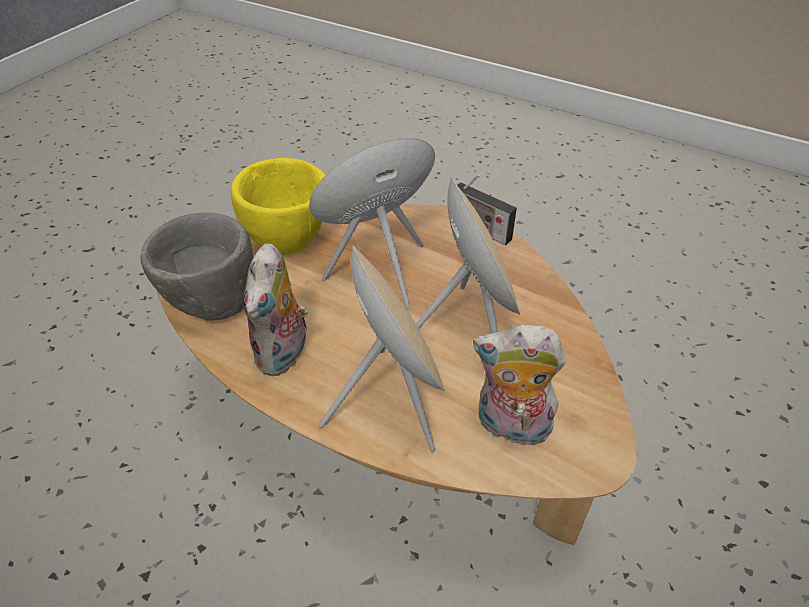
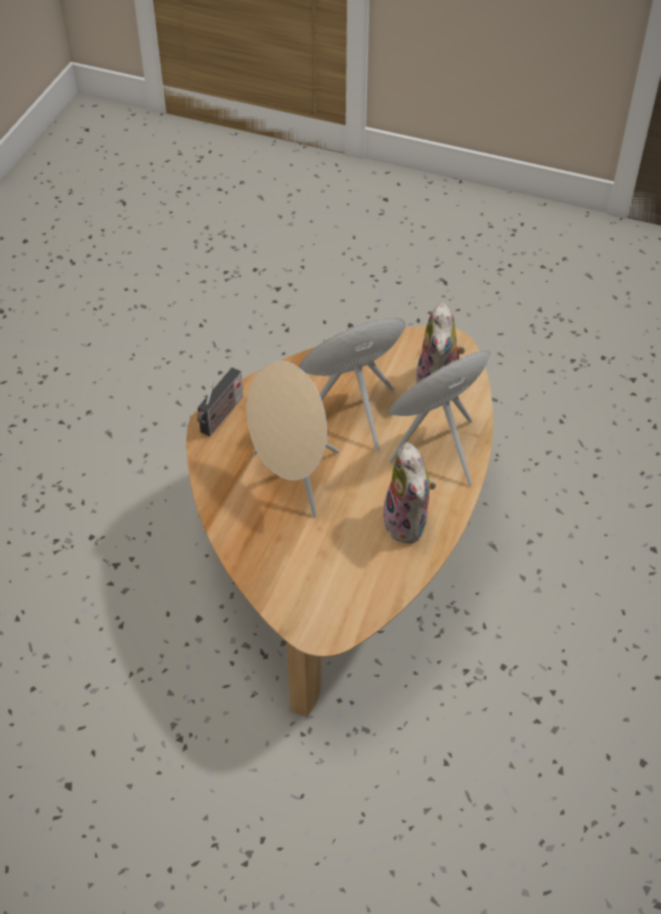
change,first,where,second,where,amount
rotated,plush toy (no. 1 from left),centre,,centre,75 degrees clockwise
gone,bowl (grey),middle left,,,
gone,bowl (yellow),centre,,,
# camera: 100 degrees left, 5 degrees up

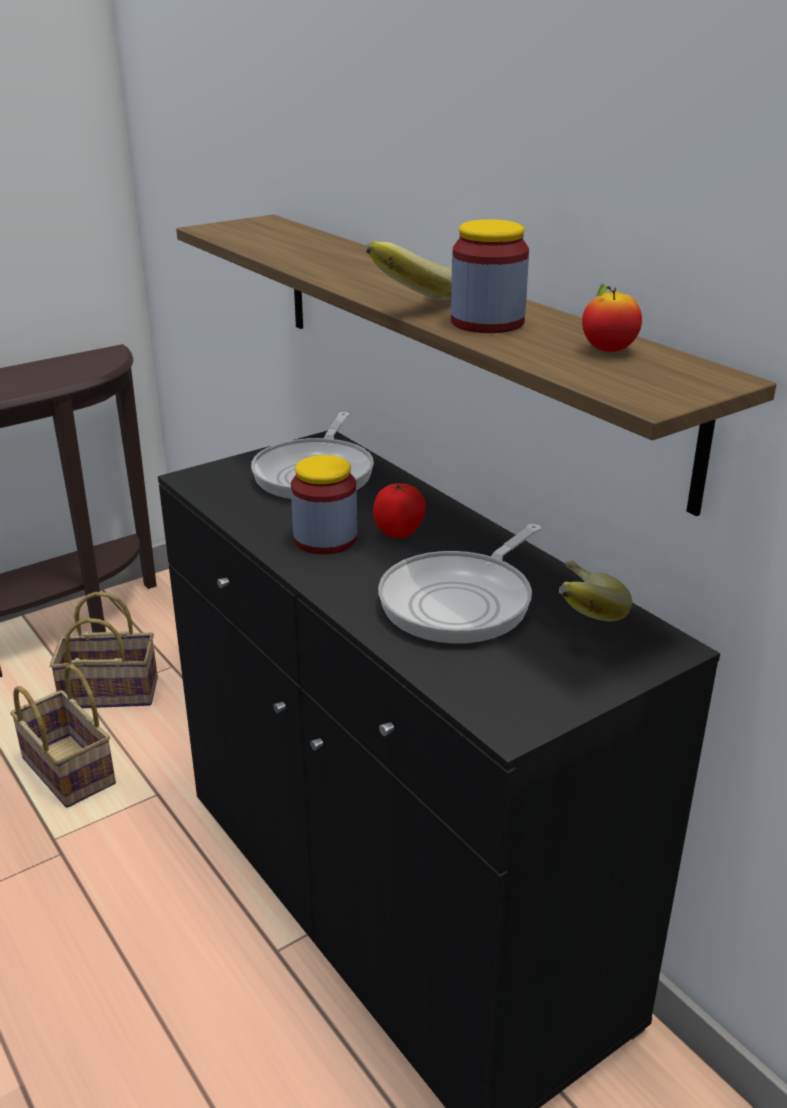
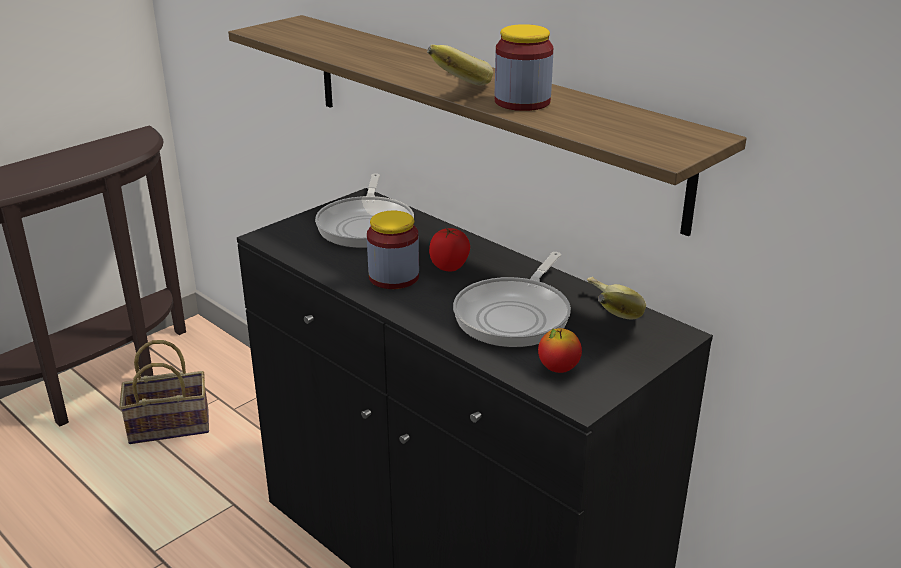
change,first,where,second,where,amount
shifted,apple,top right,,centre,
gone,basket (no. 1 from left),middle left,,,
# camera: 10 degrees left, 0 degrees up

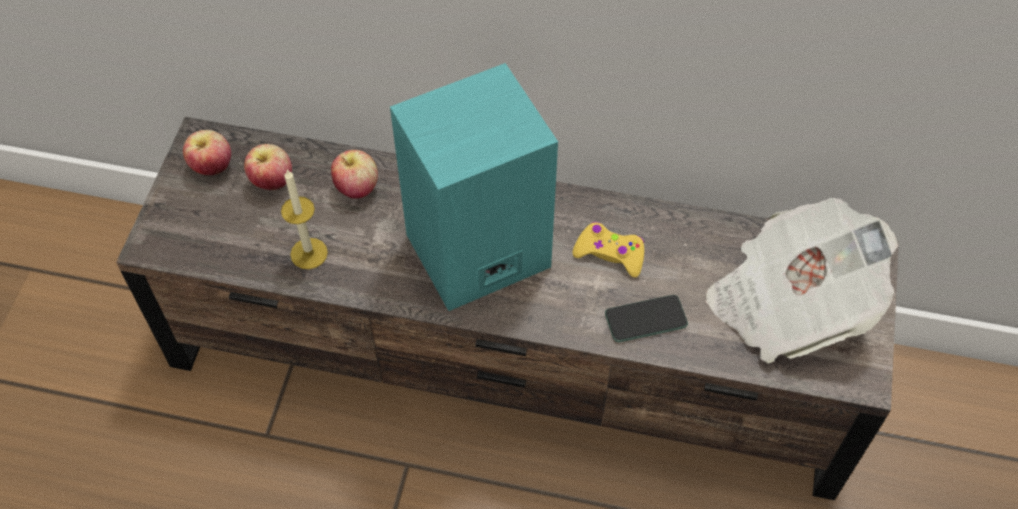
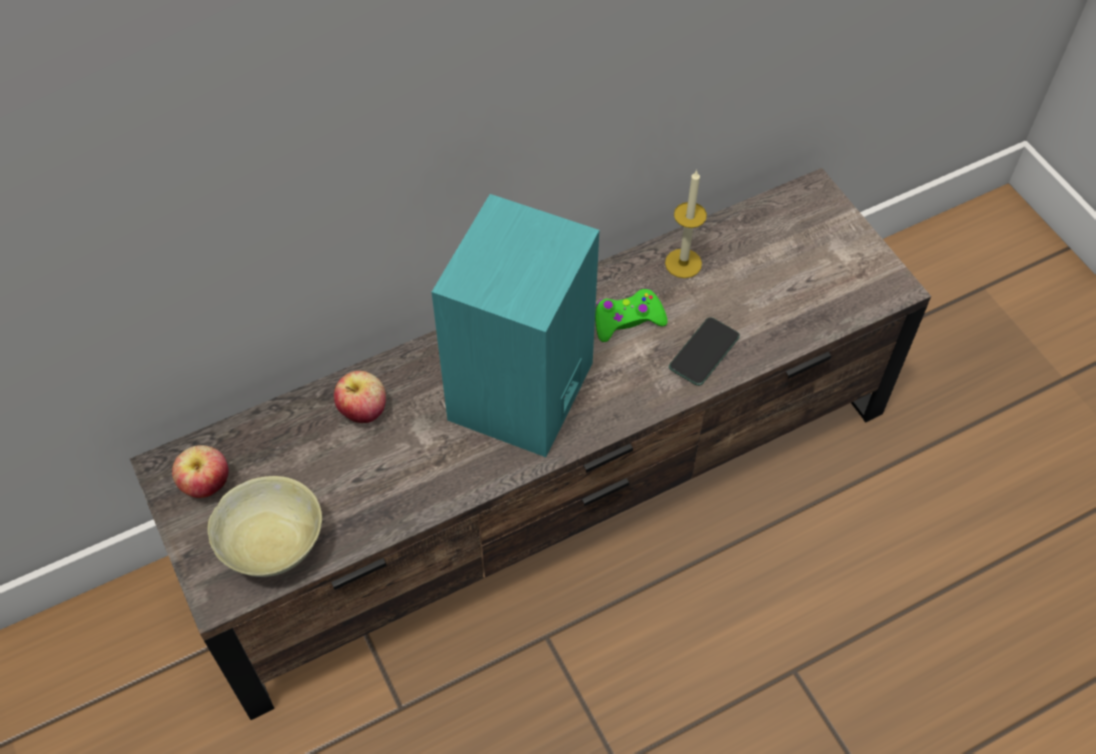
change,first,where,second,where,amount
new,,,bowl (beige),bottom left,
repainted,game controller (yellow),centre,game controller (green),centre,
shifted,candle,middle left,,top centre,
gone,apple (no. 2 from left),top left,,,
gone,newspaper,middle right,,,
# camera: 40 degrees left, 0 degrees up

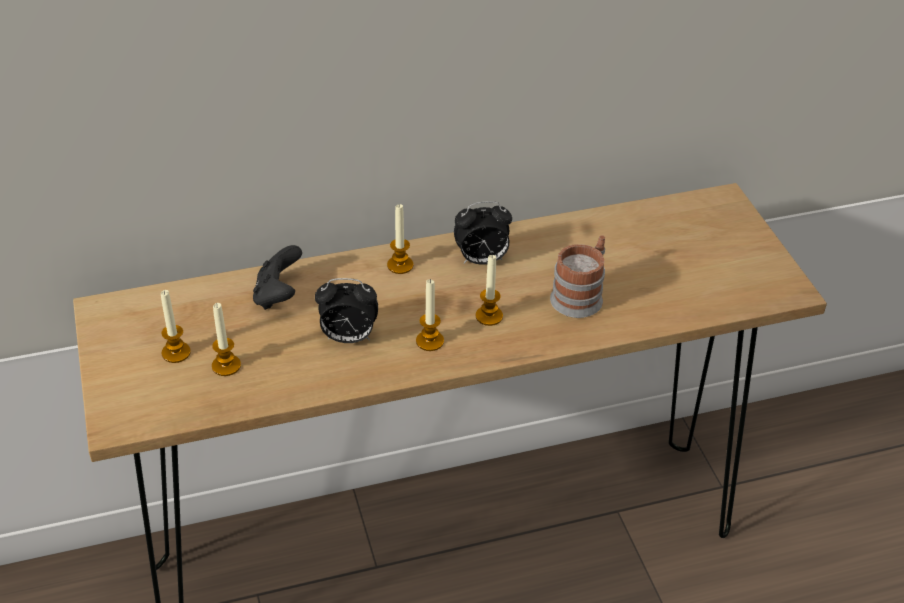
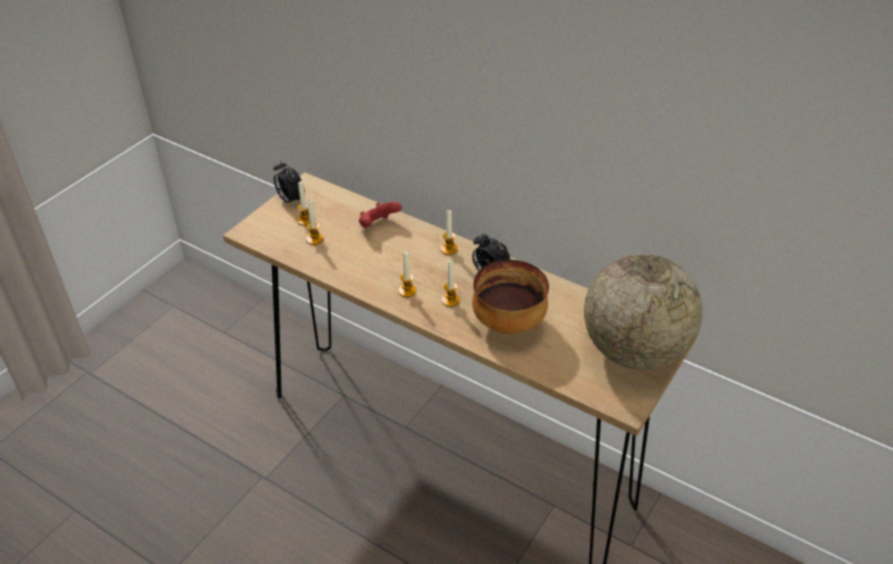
change,first,where,second,where,amount
shifted,alarm clock (no. 1 from left),centre,,top left,
repainted,game controller (black),middle left,game controller (red),centre,
swapped,mug,centre,bowl,centre,
new,,,globe,middle right,
# camera: 50 degrees right, 0 degrees up

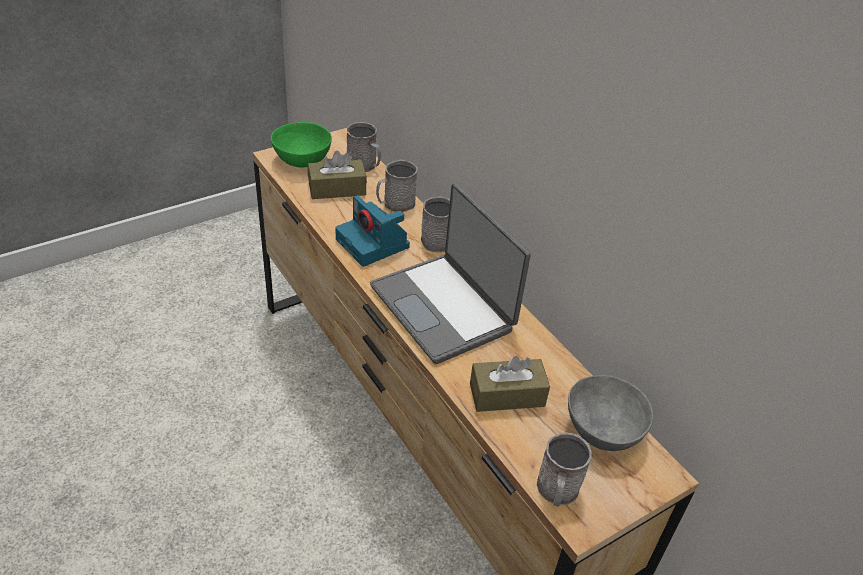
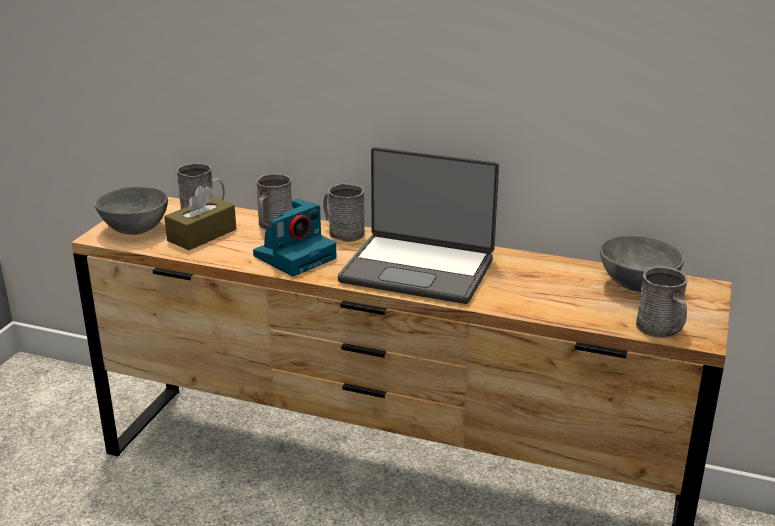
change,first,where,second,where,amount
repainted,bowl (green),top centre,bowl (grey) (no. 1 from left),middle left,
rotated,photo camera,centre,,centre,60 degrees counterclockwise
gone,tissue box (brown) (no. 2 from left),bottom centre,,,
# camera: 35 degrees left, 15 degrees down

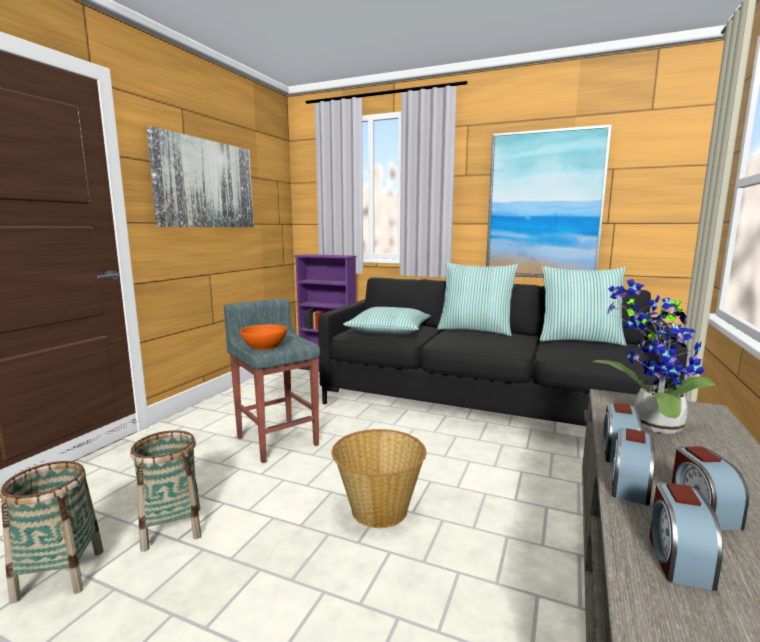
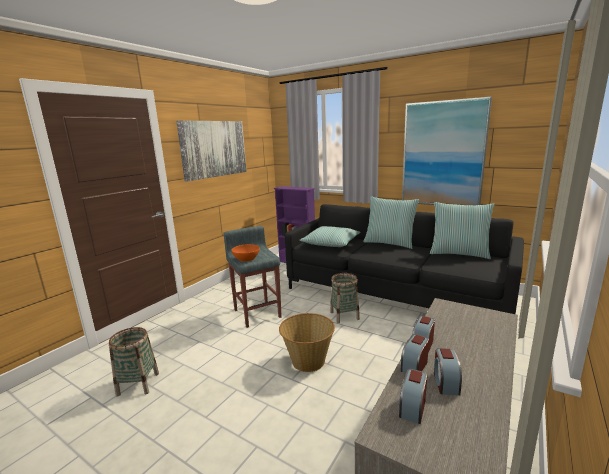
change,first,where,second,where,amount
shifted,basket (no. 2 from left in the first image),bottom left,basket (no. 3 from left),centre,
gone,potted plant,middle right,,,
# camera: 10 degrees right, 5 degrees up

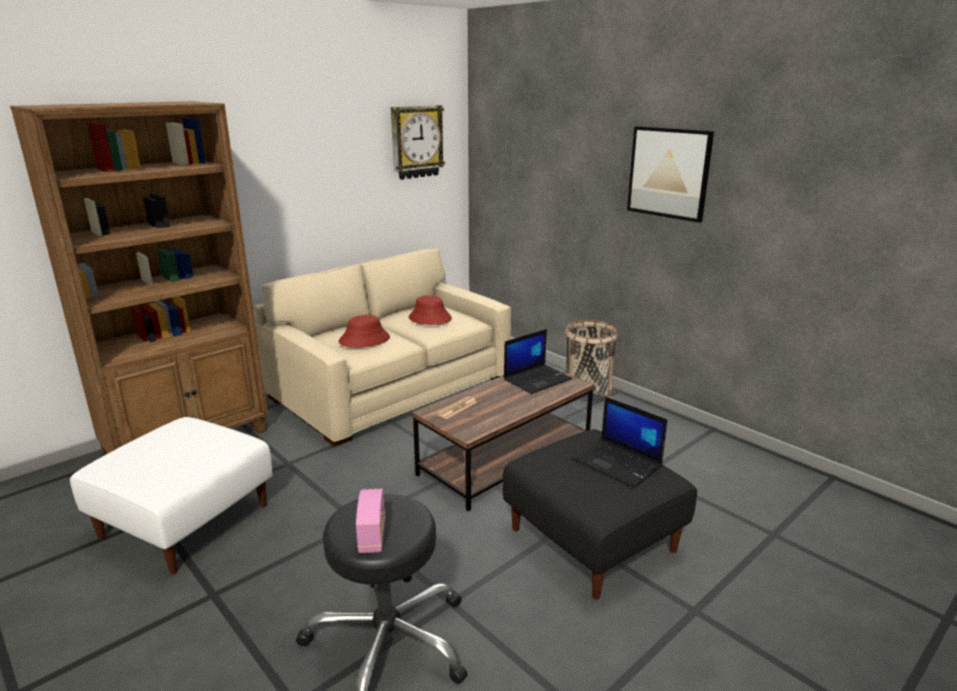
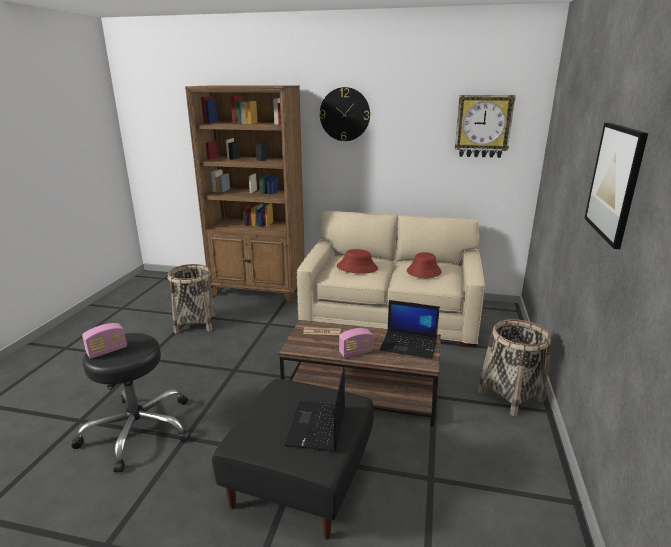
change,first,where,second,where,amount
swapped,ottoman (white),bottom left,basket (no. 1 from left),middle left,
new,,,wall clock (no. 1 from left),top centre,
new,,,radio (no. 2 from left),centre,
# camera: 55 degrees right, 0 degrees up

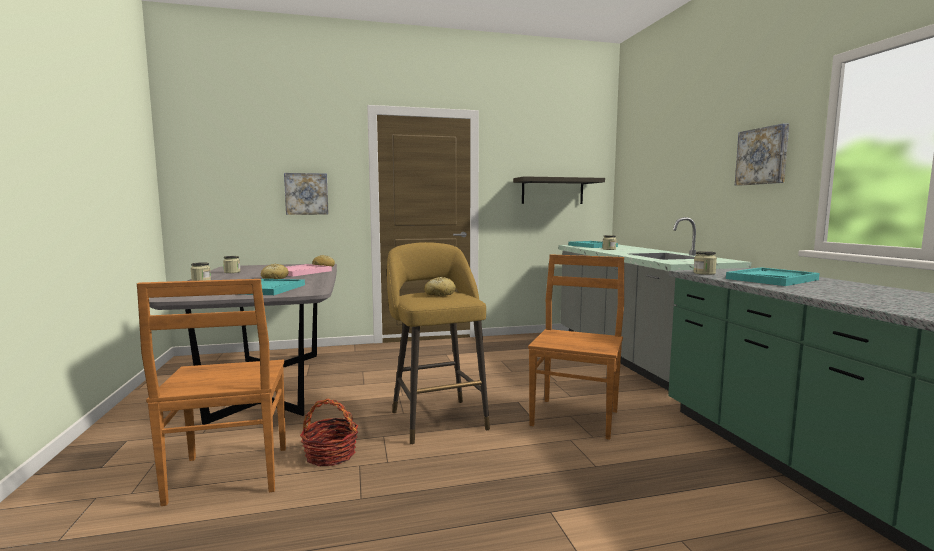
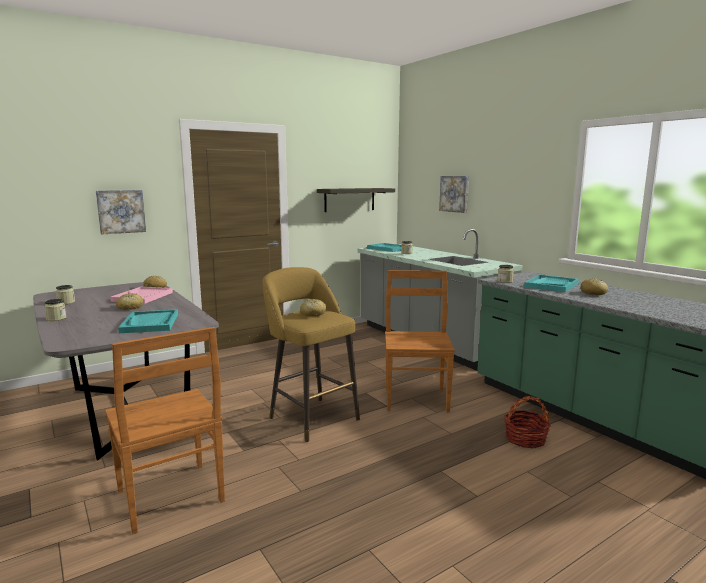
change,first,where,second,where,amount
shifted,picture (no. 2 from left),top right,,top centre,
shifted,basket,bottom centre,,bottom right,
new,,,bread (no. 4 from left),middle right,
# camera: 20 degrees left, 5 degrees up

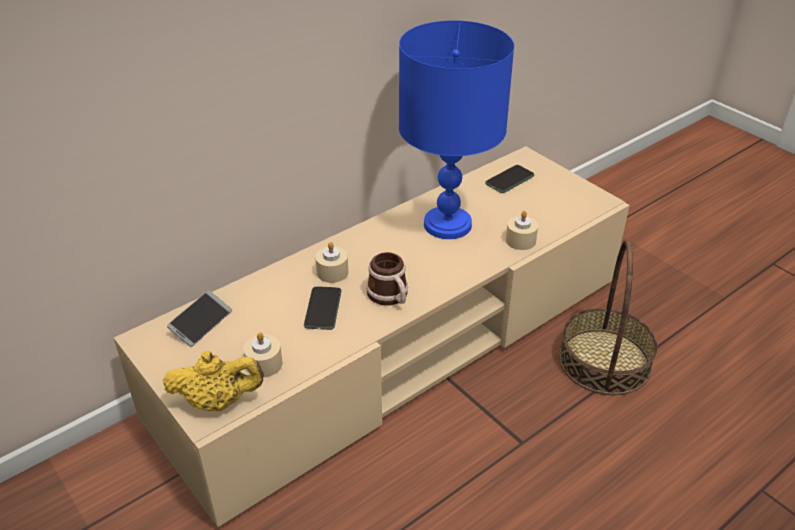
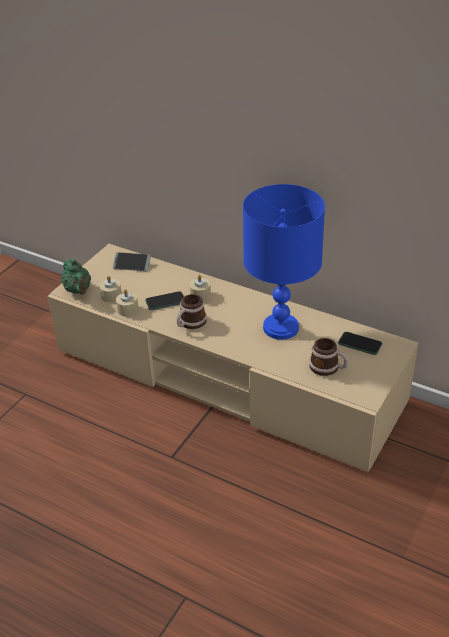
change,first,where,second,where,amount
repainted,teapot (yellow),bottom left,teapot (green),middle left,
shifted,candle (beige) (no. 3 from left in the first image),centre,candle (beige) (no. 2 from left),middle left,
new,,,mug (no. 2 from left),middle right,
gone,basket,middle right,,,
# camera: 70 degrees right, 0 degrees up

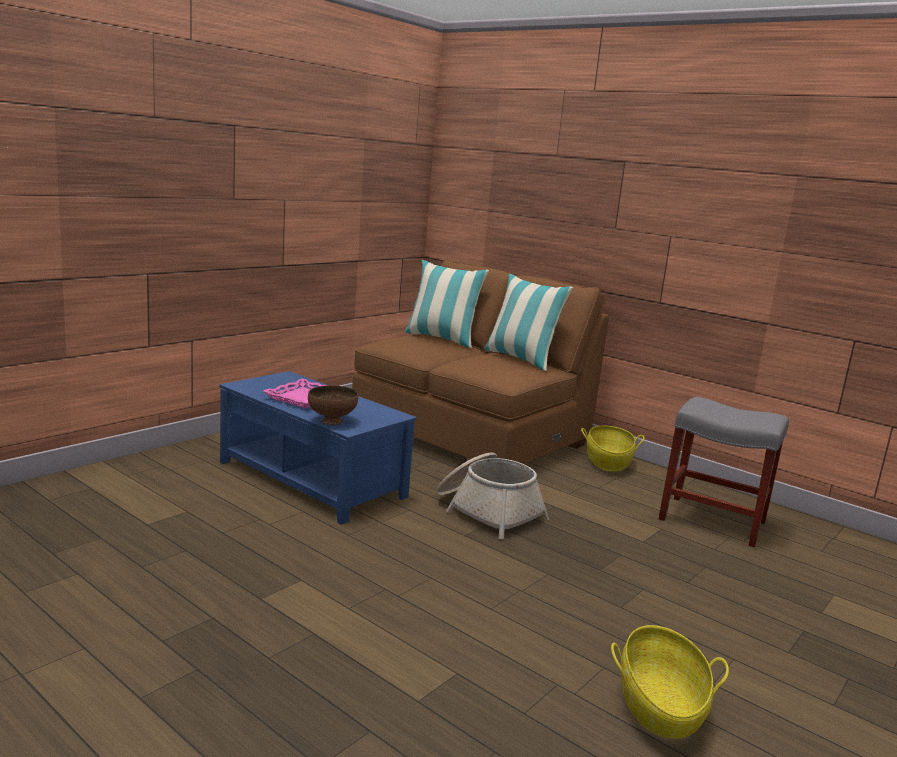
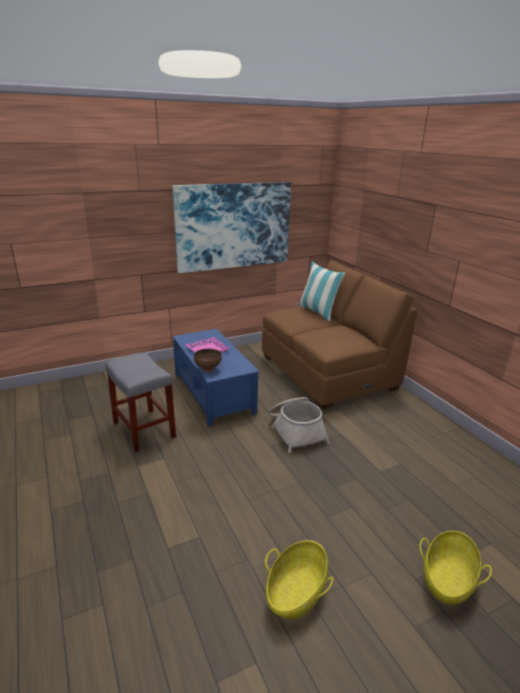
change,first,where,second,where,amount
shifted,stool (grey),middle right,,middle left,
new,,,picture,top centre,
shifted,basket (no. 2 from left in the first image),middle right,basket (no. 3 from left),bottom right,
gone,pillow (no. 2 from left),centre,,,
# camera: 25 degrees right, 10 degrees up

